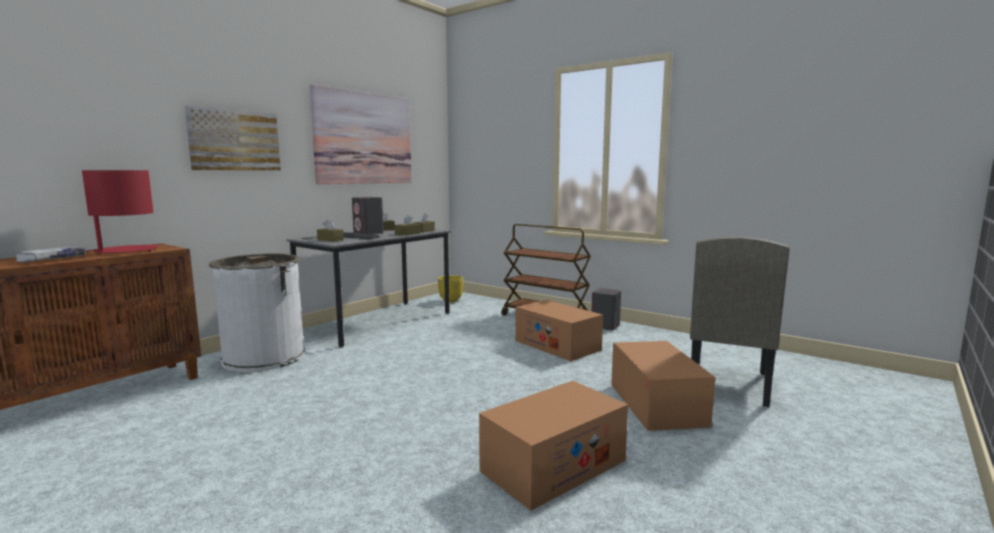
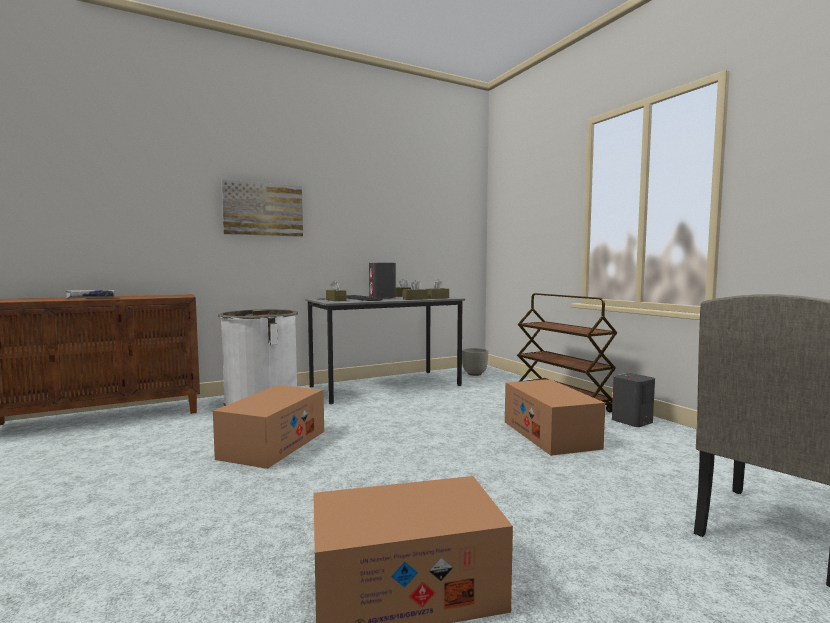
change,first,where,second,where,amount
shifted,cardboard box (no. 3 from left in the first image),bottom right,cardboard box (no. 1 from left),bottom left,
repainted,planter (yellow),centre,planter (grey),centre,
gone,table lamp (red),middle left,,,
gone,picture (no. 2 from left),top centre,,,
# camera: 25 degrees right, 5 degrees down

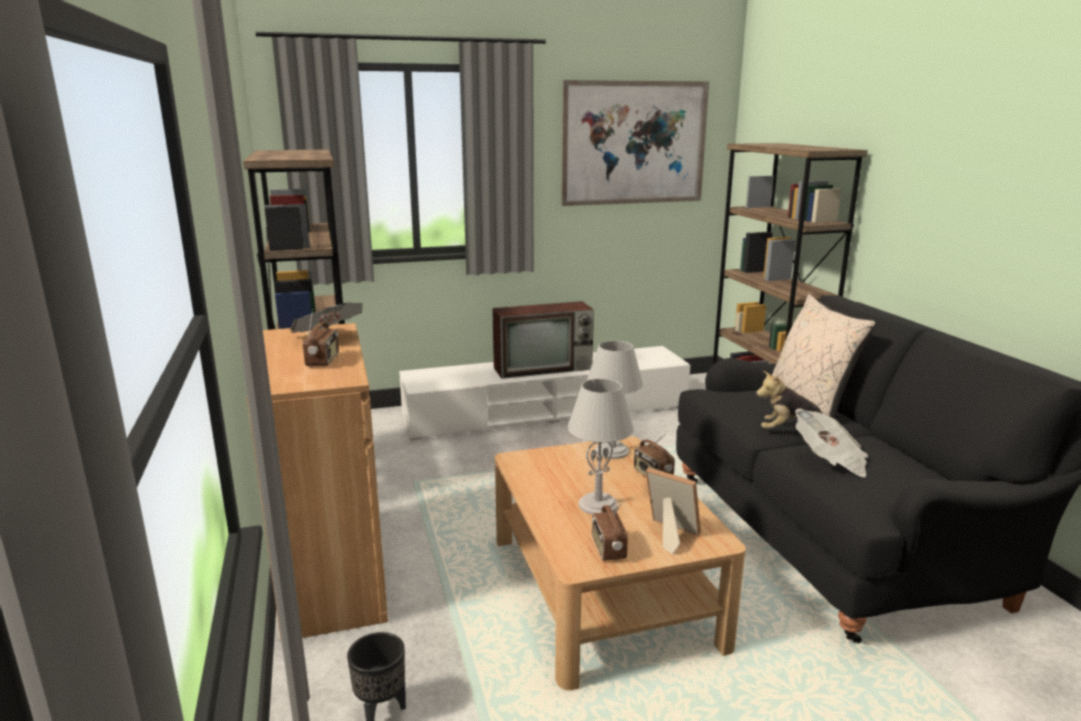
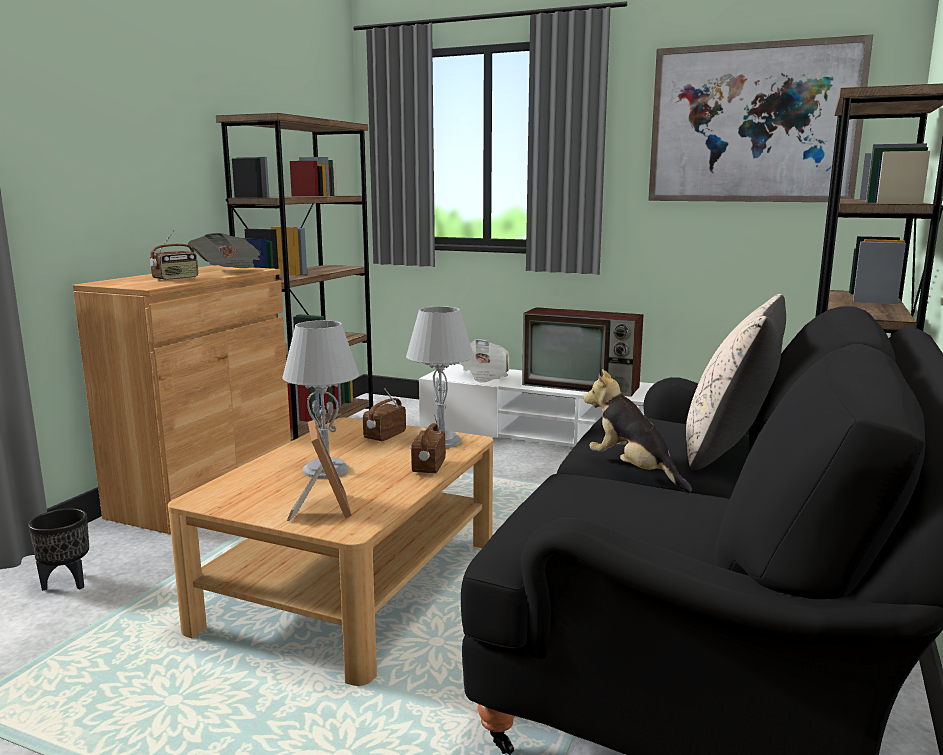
change,first,where,second,where,amount
shifted,radio (no. 2 from left),bottom centre,,centre,
shifted,newspaper (no. 2 from left),middle right,,centre,
# camera: 40 degrees right, 5 degrees down

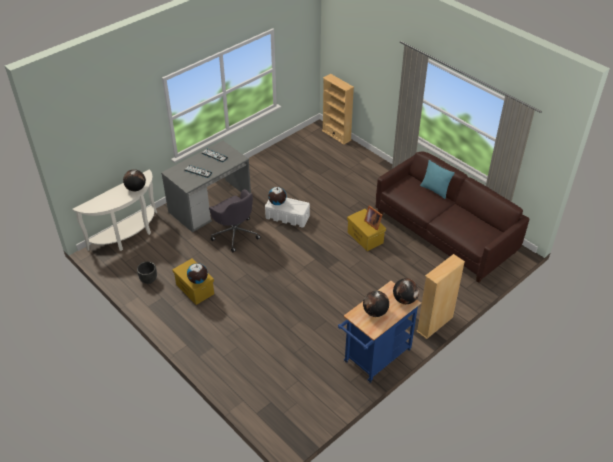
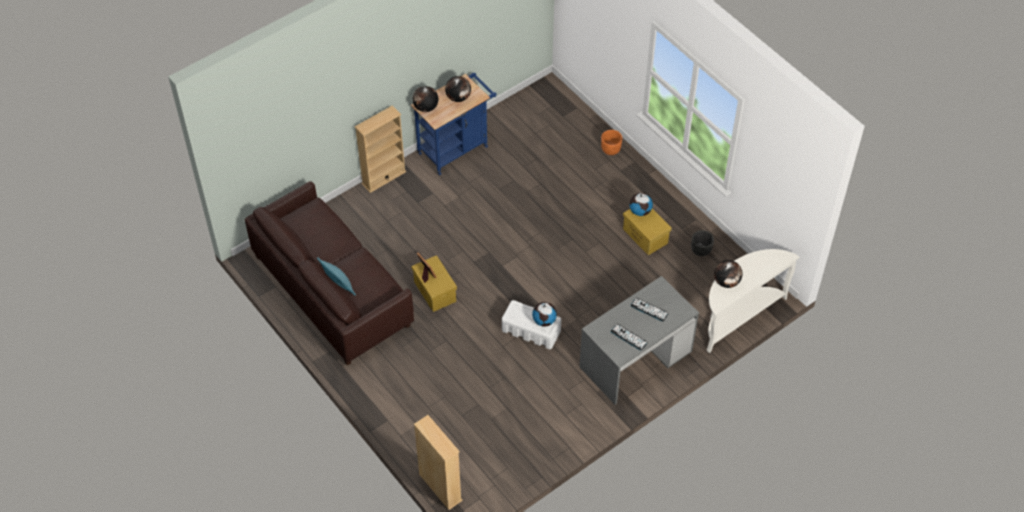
change,first,where,second,where,amount
new,,,planter (orange),top centre,
gone,office chair (grey),centre,,,
# camera: 175 degrees left, 10 degrees up

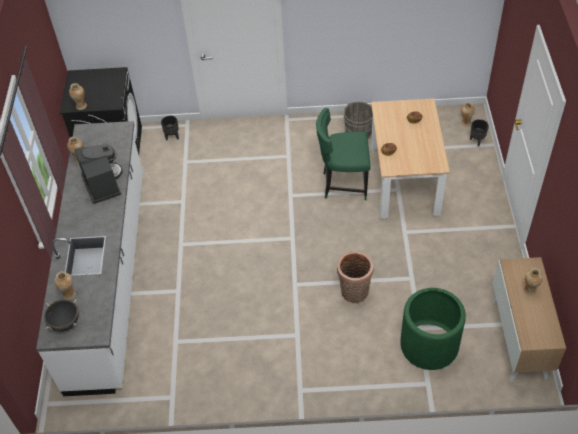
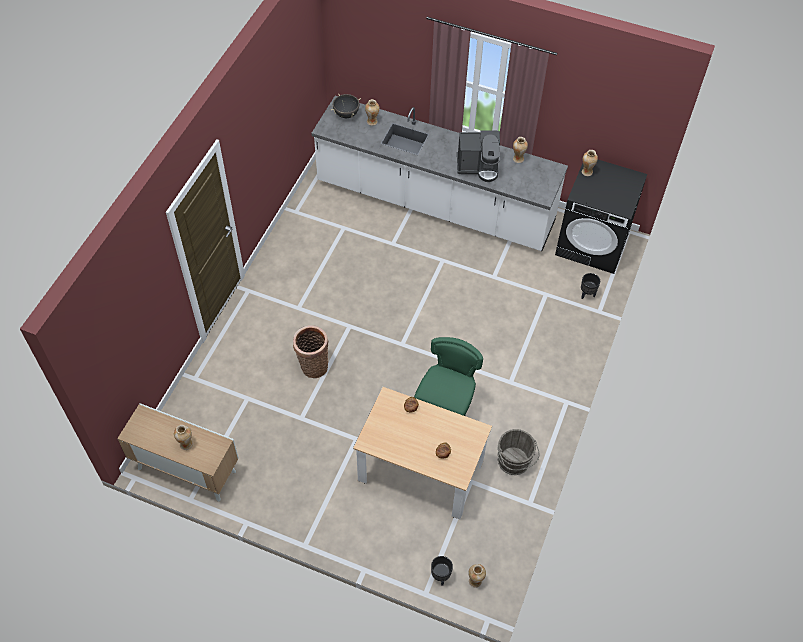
change,first,where,second,where,amount
gone,planter (green),bottom right,,,
# camera: 110 degrees right, 5 degrees up

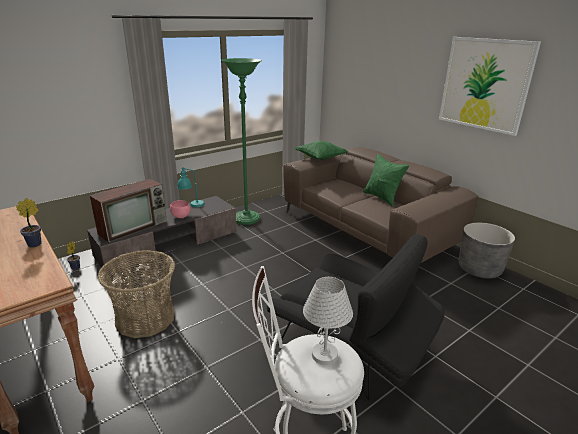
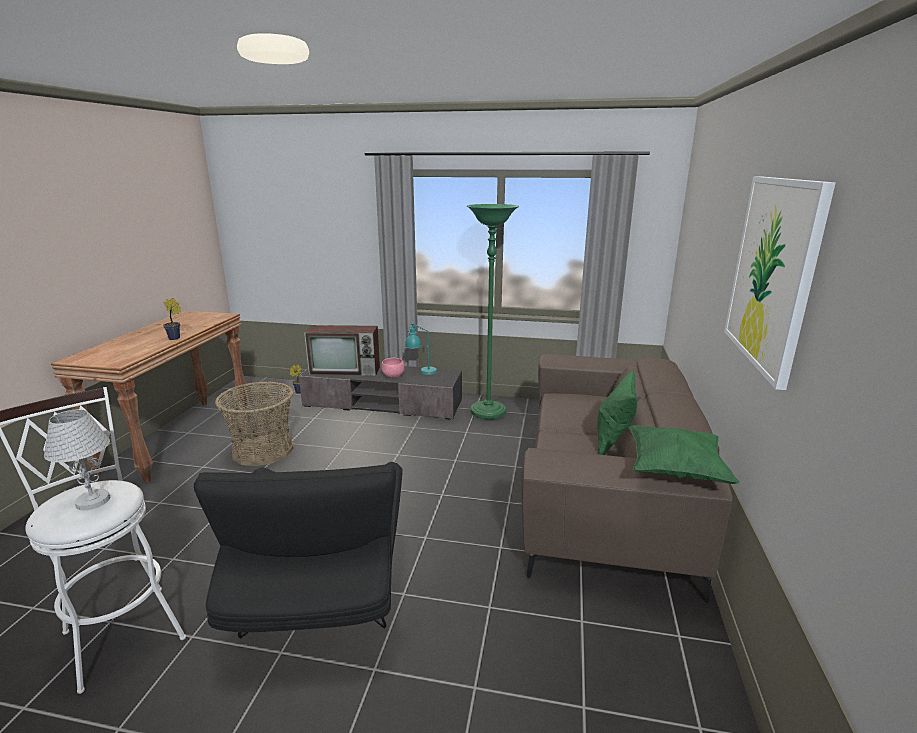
change,first,where,second,where,amount
shifted,pillow (green) (no. 1 from left in the first image),centre,pillow (green) (no. 2 from left),middle right,
gone,planter (grey),middle right,,,
# camera: 50 degrees right, 5 degrees down

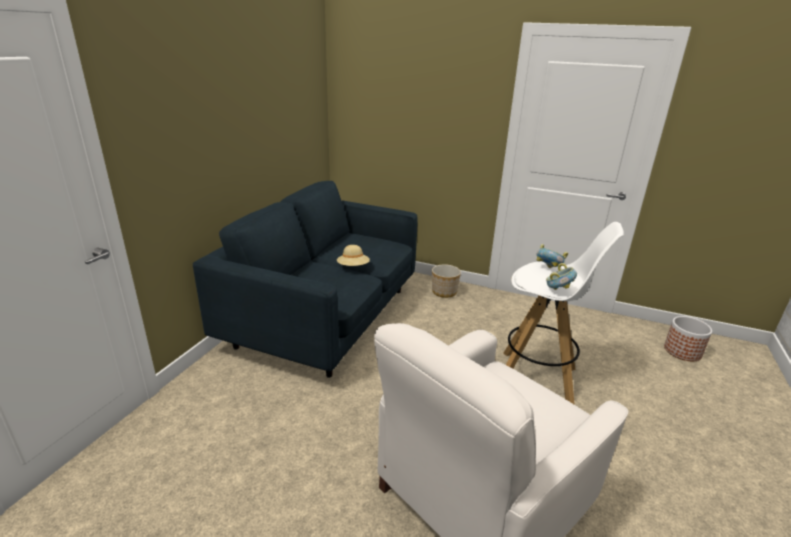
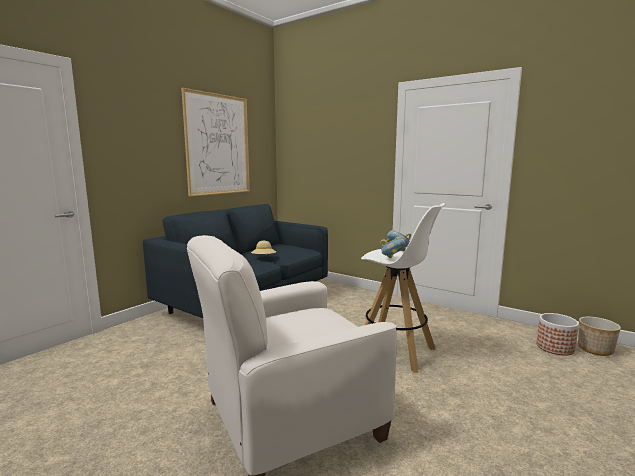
change,first,where,second,where,amount
new,,,picture,top centre,
shifted,planter (no. 1 from left in the first image),centre,planter (no. 2 from left),bottom right,
# camera: 15 degrees right, 15 degrees down

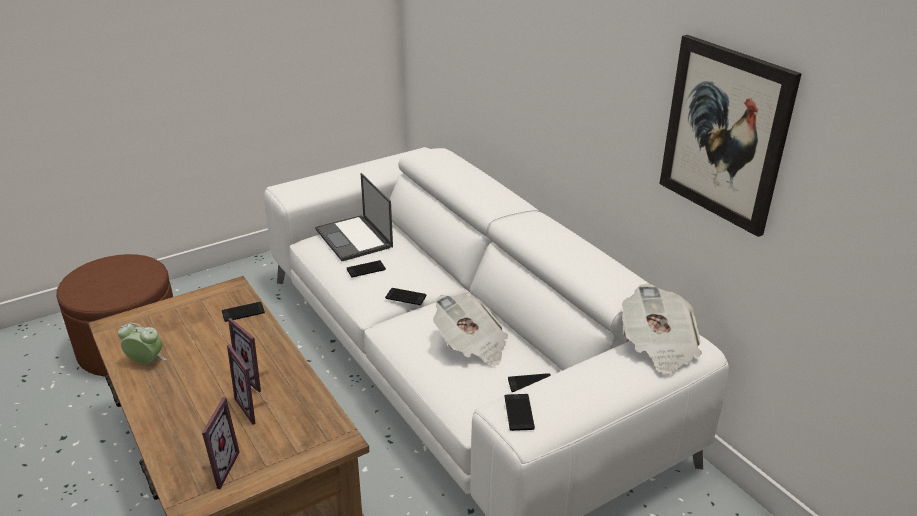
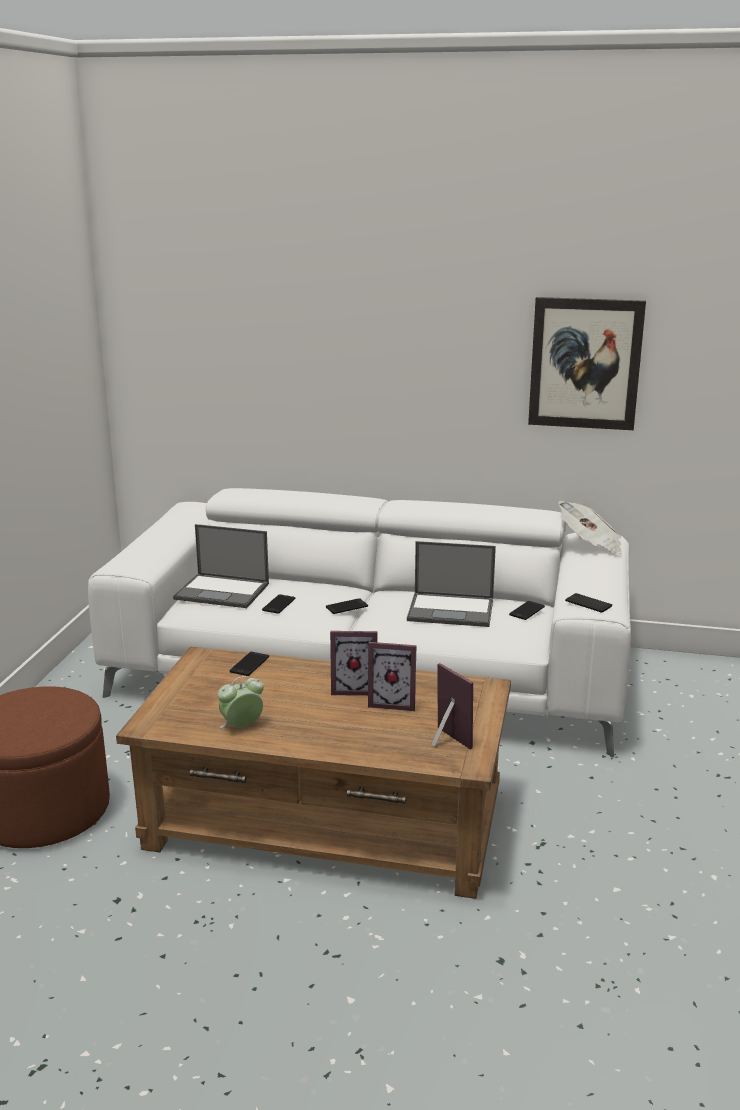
change,first,where,second,where,amount
swapped,newspaper (no. 1 from left),centre,laptop (no. 2 from left),centre,
# camera: 45 degrees left, 10 degrees down

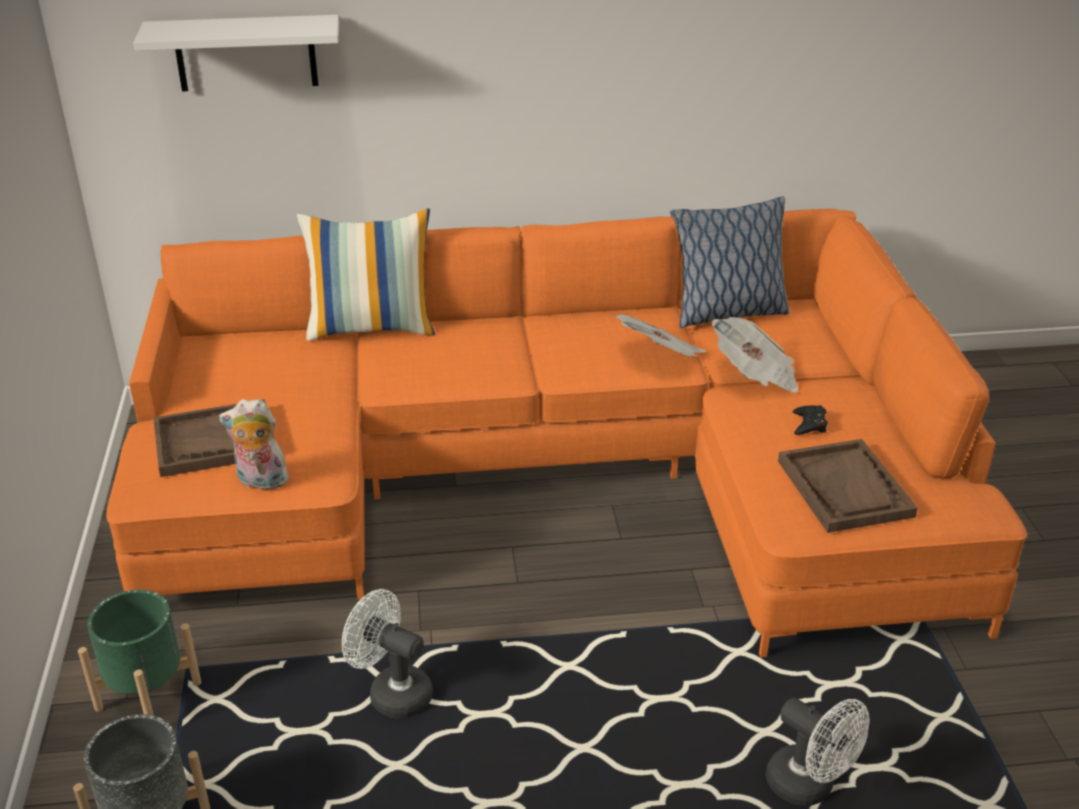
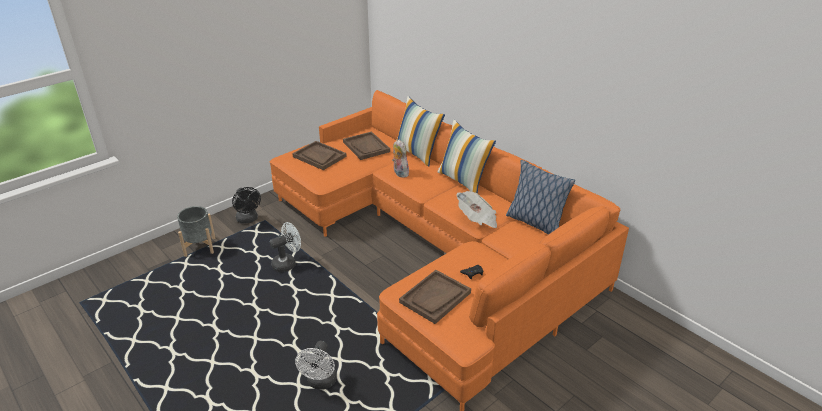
change,first,where,second,where,amount
swapped,planter (green),bottom left,fan (black),middle left,
rotated,fan (white) (no. 1 from left),bottom centre,,centre,60 degrees clockwise
new,,,tray (brown) (no. 2 from left),centre,
shifted,plush toy,middle left,,centre,
new,,,pillow (no. 2 from left),centre,
gone,shelf (white),top left,,,
gone,newspaper (no. 2 from left),middle right,,,
# camera: 55 degrees right, 0 degrees up

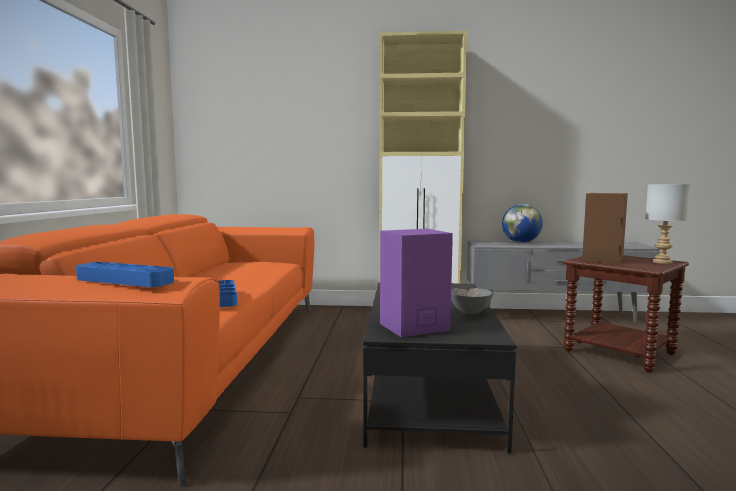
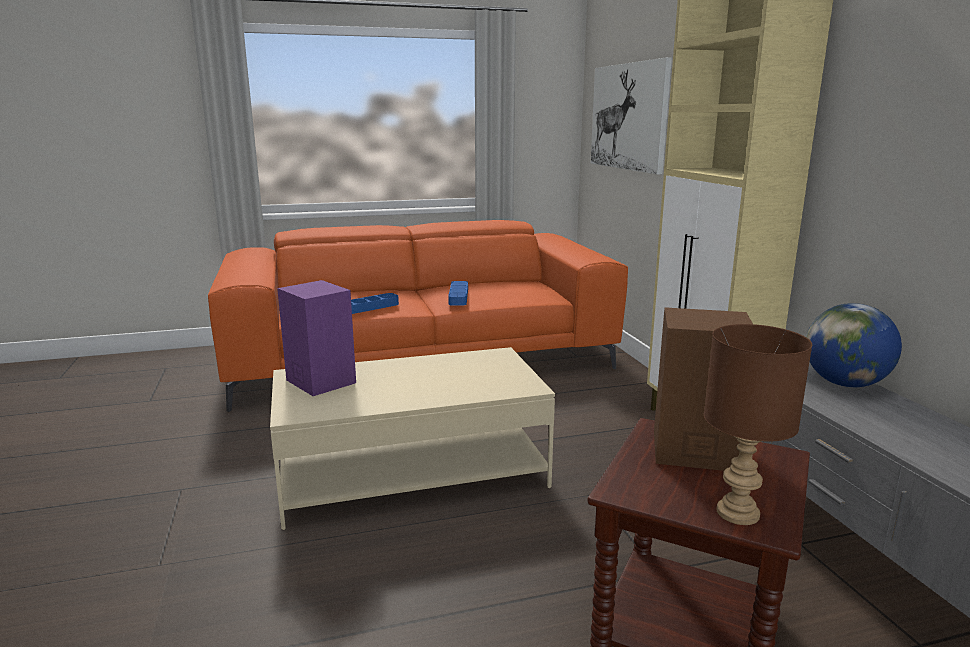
change,first,where,second,where,amount
repainted,coffee table (black),bottom centre,coffee table (beige),bottom centre,
shifted,tray (blue) (no. 1 from left in the first image),middle left,tray (blue) (no. 2 from left),centre,
new,,,picture,top centre,
repainted,table lamp (grey),middle right,table lamp (brown),middle right,
gone,bowl (grey),centre,,,
# camera: 70 degrees right, 10 degrees up

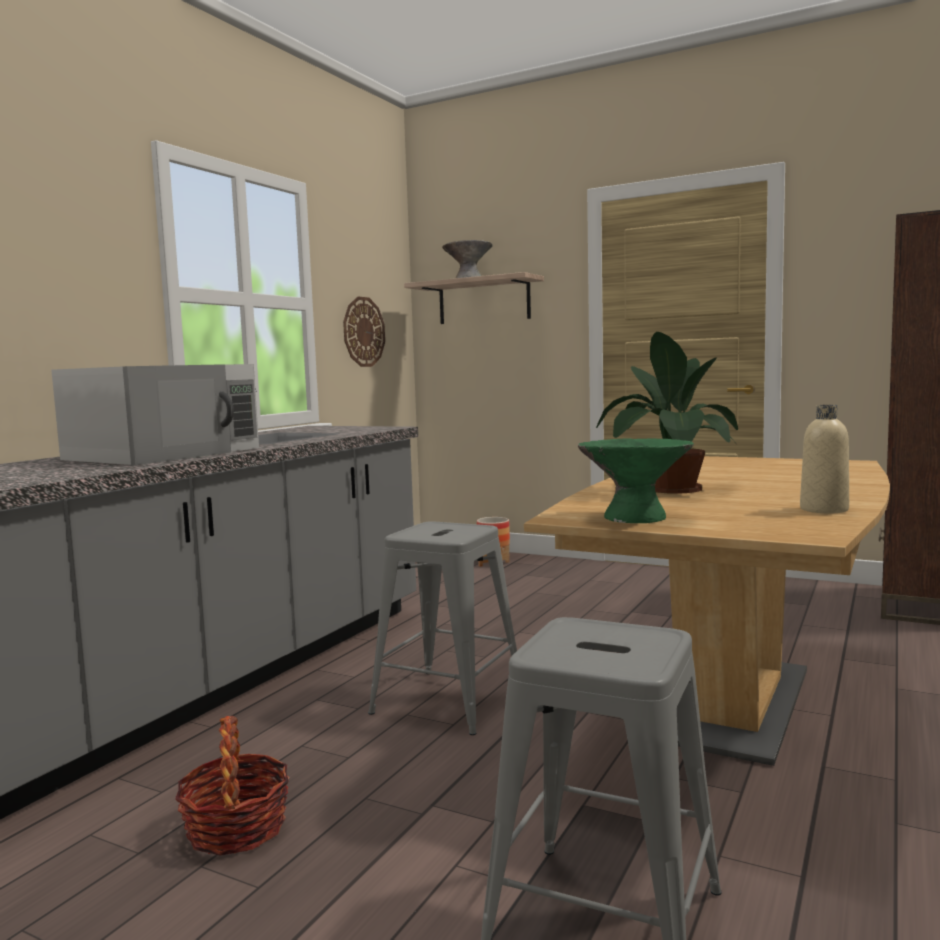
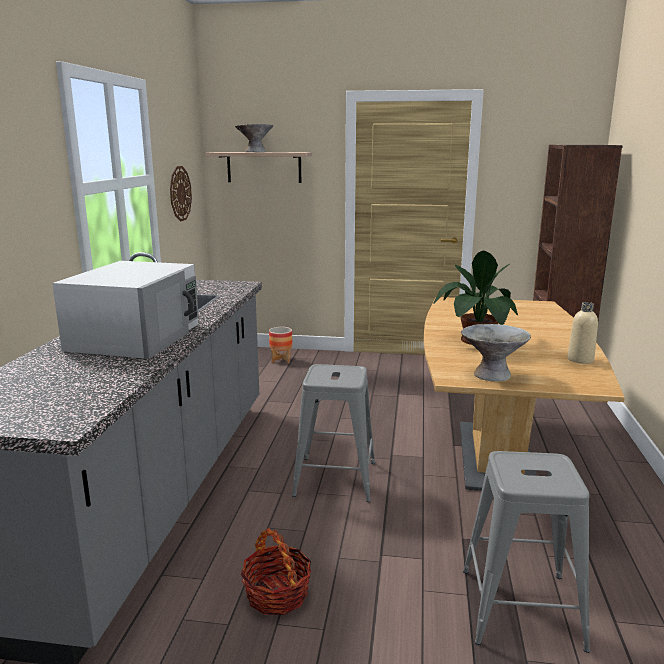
change,first,where,second,where,amount
repainted,bowl (green),middle right,bowl (grey) (no. 2 from left),middle right,
# camera: 20 degrees left, 10 degrees up

